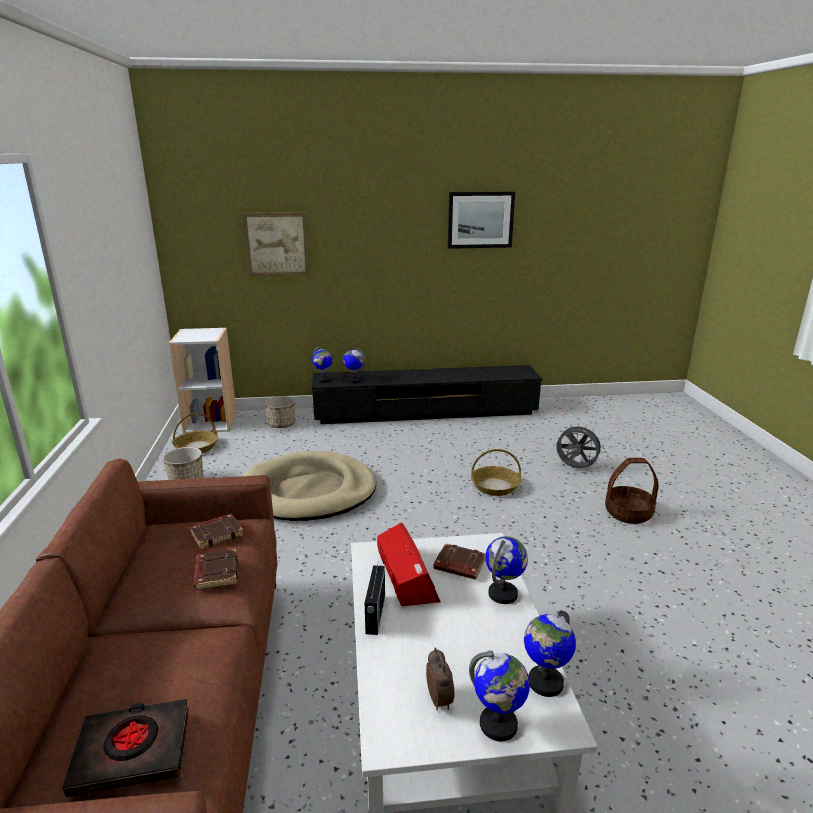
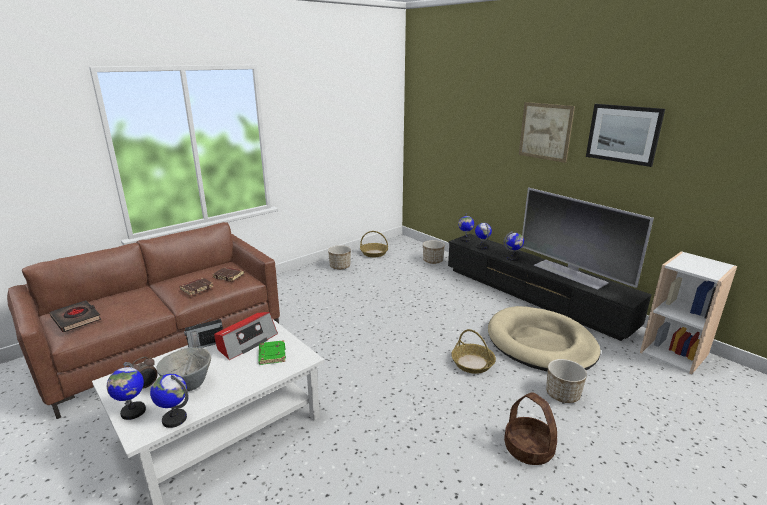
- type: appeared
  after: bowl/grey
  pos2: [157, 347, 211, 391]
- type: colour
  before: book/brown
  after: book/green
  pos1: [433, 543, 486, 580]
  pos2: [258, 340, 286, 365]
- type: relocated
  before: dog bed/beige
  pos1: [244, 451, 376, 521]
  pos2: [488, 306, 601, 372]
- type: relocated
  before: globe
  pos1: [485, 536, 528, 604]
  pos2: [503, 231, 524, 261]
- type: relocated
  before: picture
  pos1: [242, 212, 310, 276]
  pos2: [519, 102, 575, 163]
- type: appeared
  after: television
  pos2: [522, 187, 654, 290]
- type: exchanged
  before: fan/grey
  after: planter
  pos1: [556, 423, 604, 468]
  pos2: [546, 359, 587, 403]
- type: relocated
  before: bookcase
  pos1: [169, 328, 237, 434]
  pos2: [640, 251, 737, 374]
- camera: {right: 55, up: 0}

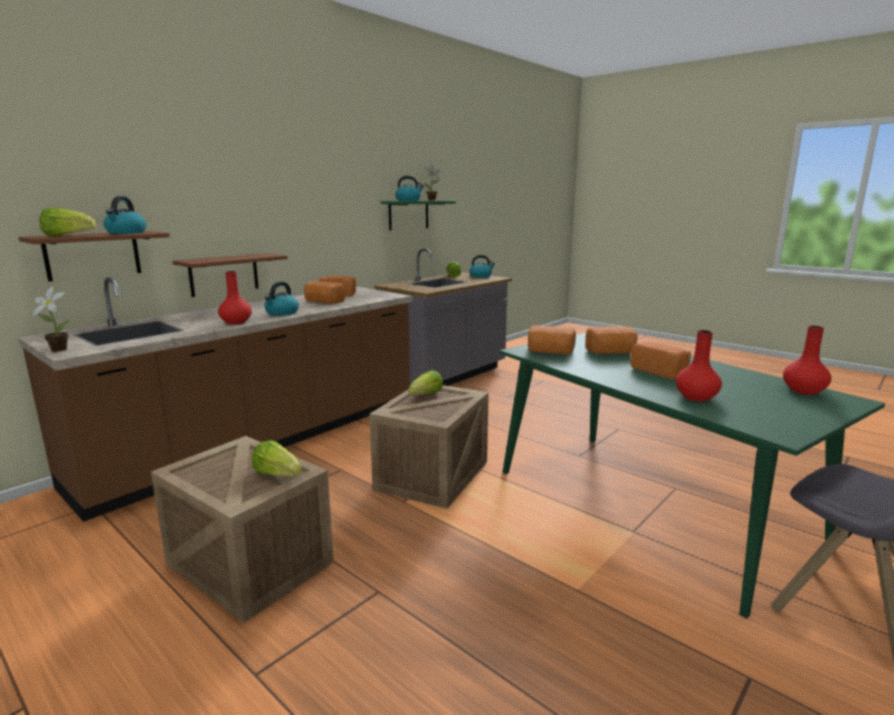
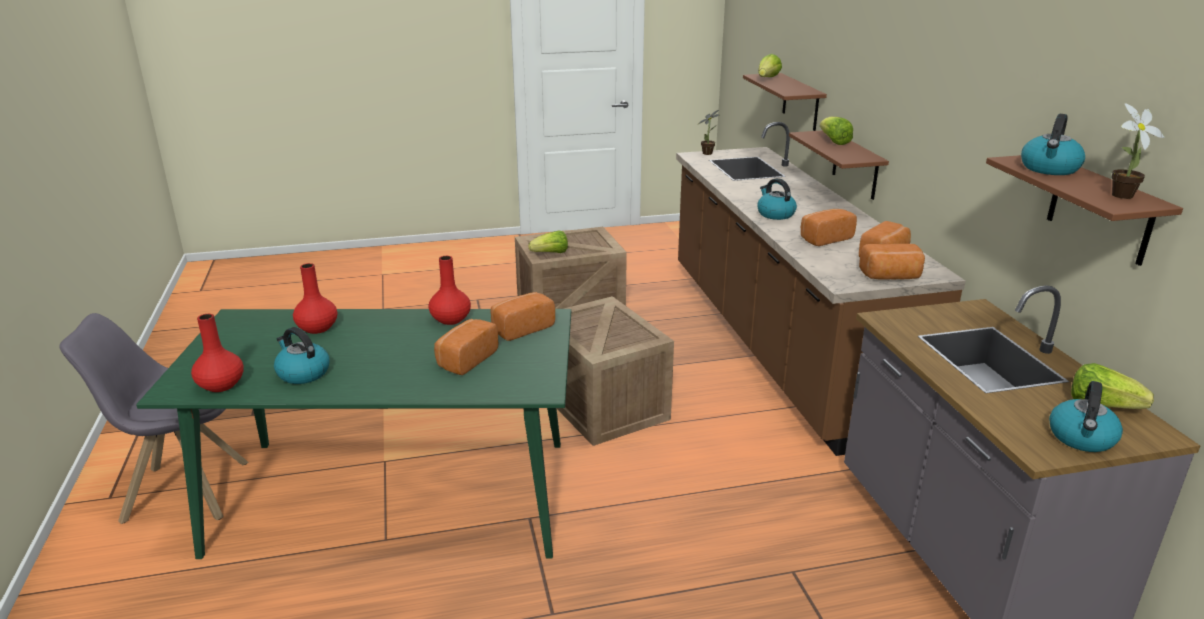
- type: relocated
  before: kettle
  pos1: [103, 196, 147, 234]
  pos2: [274, 327, 330, 384]
- type: relocated
  before: vase/red
  pos1: [218, 271, 252, 325]
  pos2: [429, 256, 471, 325]
- type: relocated
  before: lettuce
  pos1: [408, 370, 443, 396]
  pos2: [820, 117, 853, 145]
- type: relocated
  before: bread
  pos1: [630, 341, 691, 379]
  pos2: [859, 244, 925, 280]
- type: colour
  before: shelf/green
  after: shelf/brown
  pos1: [381, 201, 456, 230]
  pos2: [986, 155, 1183, 266]
- camera: {right: 125, up: 10}

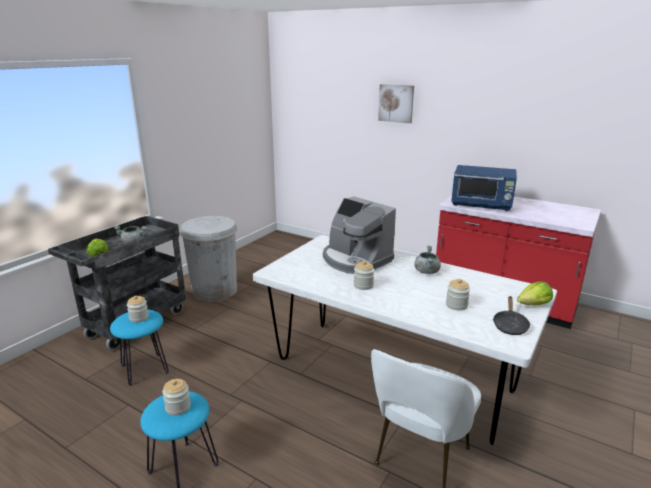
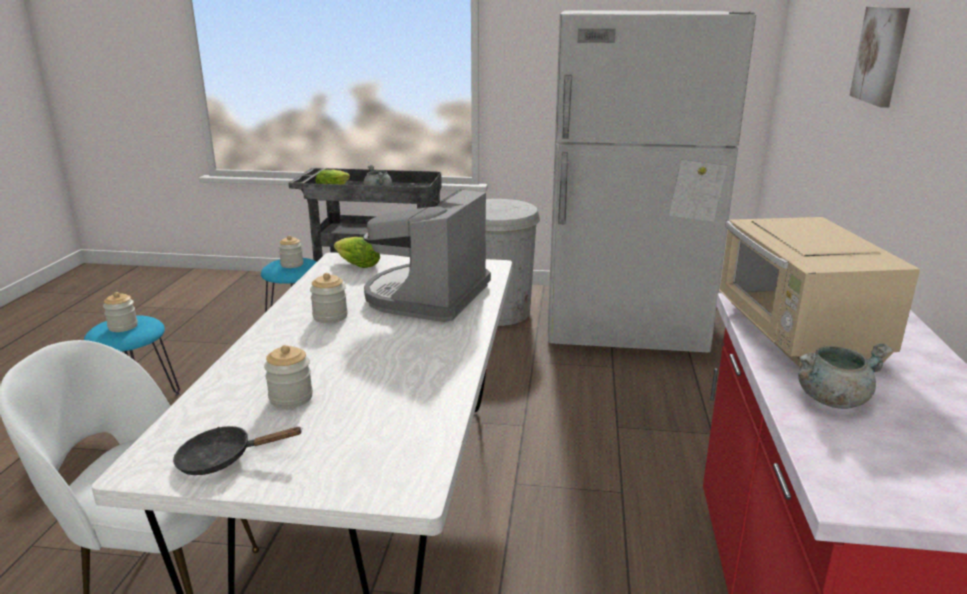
- type: relocated
  before: lettuce
  pos1: [517, 282, 553, 305]
  pos2: [334, 237, 380, 268]
- type: appeared
  after: fridge/white
  pos2: [548, 10, 756, 352]
- type: colour
  before: microwave/blue
  after: microwave/beige
  pos1: [451, 165, 517, 211]
  pos2: [719, 217, 920, 368]
- type: relocated
  before: cooking pot/grey
  pos1: [414, 246, 441, 274]
  pos2: [798, 343, 892, 409]
- camera: {right: 65, up: 0}

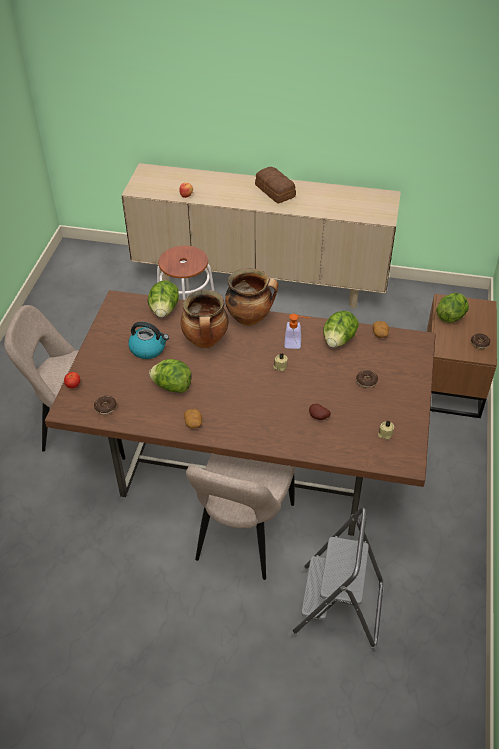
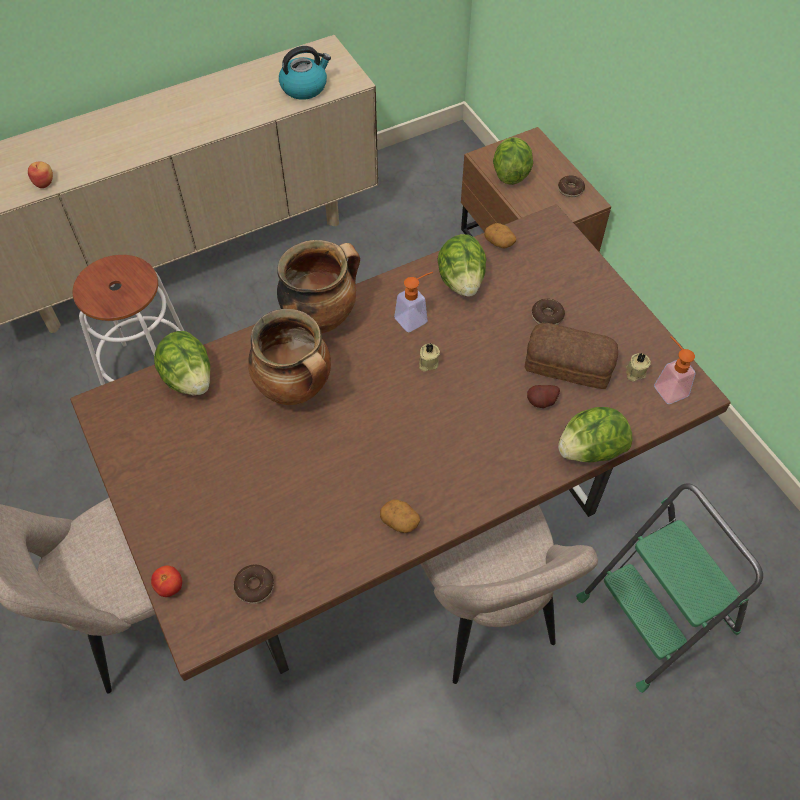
- type: relocated
  before: kettle
  pos1: [128, 322, 169, 359]
  pos2: [279, 46, 331, 100]
- type: relocated
  before: bread
  pos1: [255, 167, 296, 204]
  pos2: [525, 323, 618, 389]
- type: relocated
  before: lettuce
  pos1: [149, 359, 192, 393]
  pos2: [558, 407, 633, 462]
- type: colour
  before: step ladder/grey
  after: step ladder/green
  pos1: [287, 507, 384, 652]
  pos2: [576, 483, 763, 693]
- type: appeared
  after: soap dispenser
  pos2: [654, 336, 695, 404]
- camera: {right: -40, up: 10}

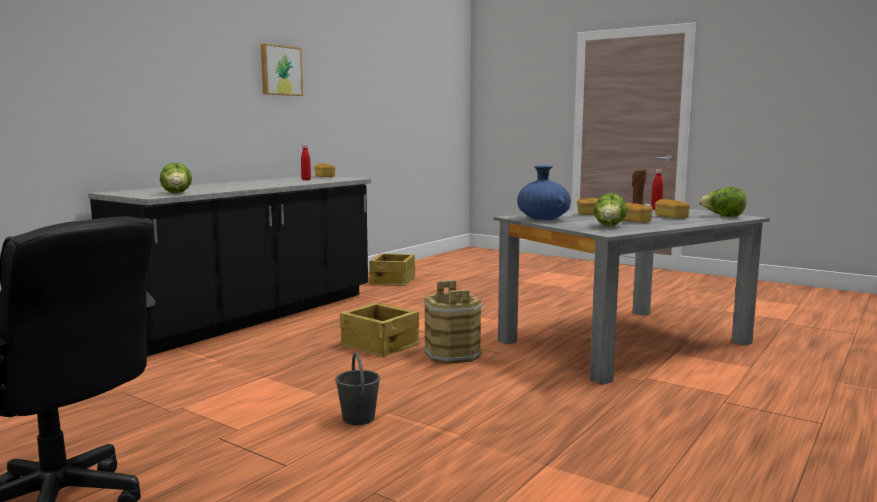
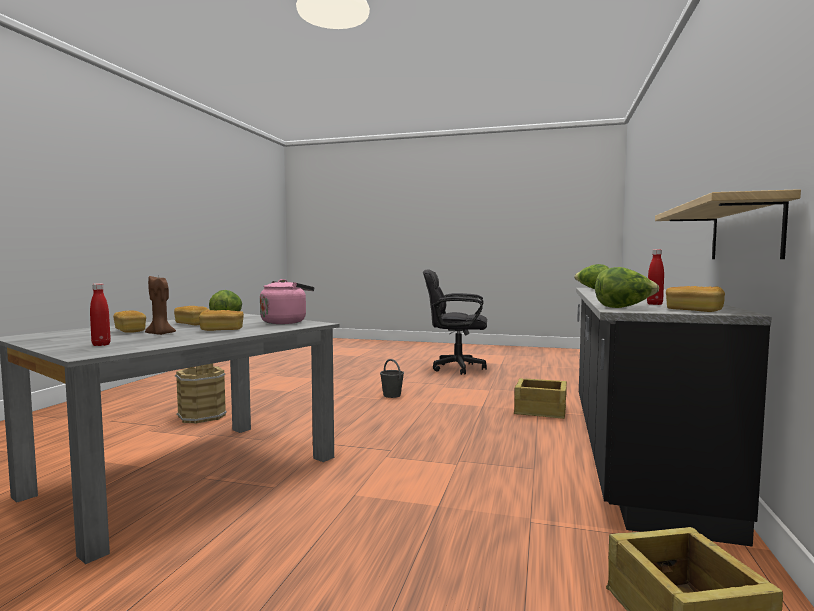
- type: relocated
  before: bucket/brown
  pos1: [424, 280, 483, 364]
  pos2: [175, 363, 226, 424]
- type: exchanged
  before: vase/blue
  after: kettle/pink
  pos1: [517, 165, 571, 220]
  pos2: [260, 279, 314, 324]
- type: relocated
  before: crate
  pos1: [340, 303, 420, 357]
  pos2: [514, 378, 567, 419]
- type: relocated
  before: lettuce
  pos1: [698, 187, 746, 217]
  pos2: [595, 267, 659, 308]
- type: appeared
  after: shelf
  pos2: [655, 189, 801, 259]
- type: missing
  before: picture
  pos1: [261, 43, 303, 96]
- camera: {right: 160, up: -5}

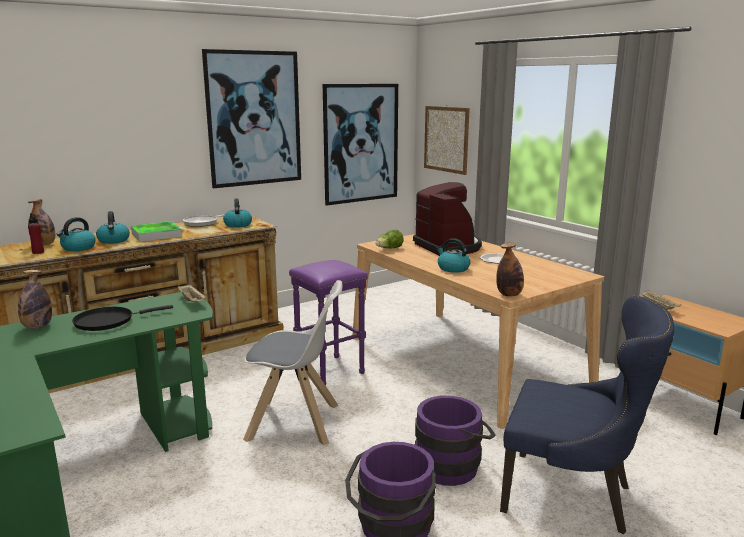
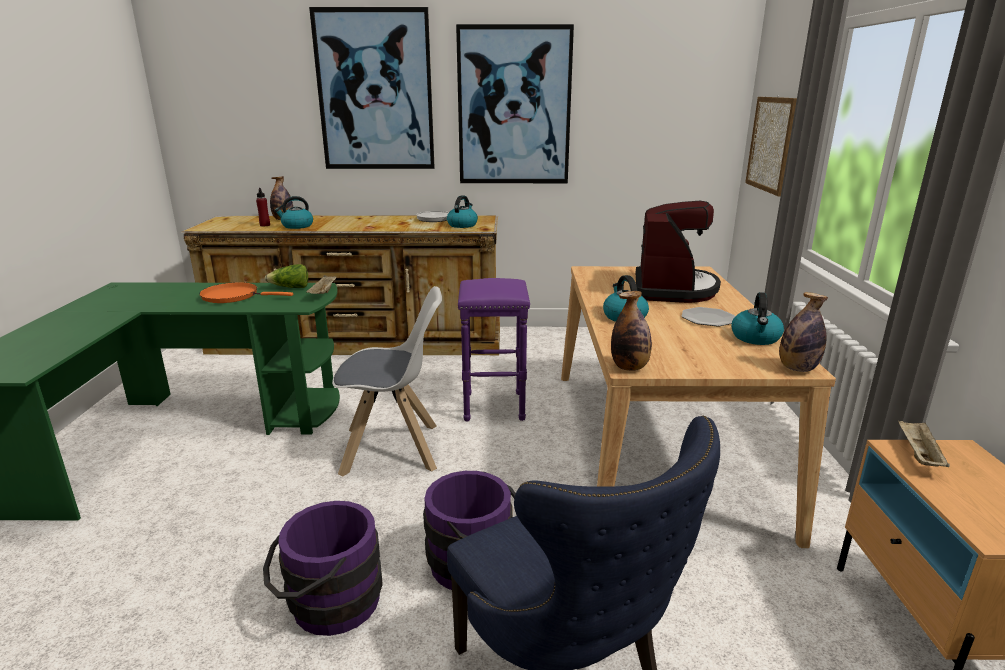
- type: colour
  before: frying pan/black
  after: frying pan/orange
  pos1: [72, 305, 173, 331]
  pos2: [199, 282, 293, 303]
- type: relocated
  before: lettuce
  pos1: [375, 229, 404, 248]
  pos2: [265, 264, 308, 288]
- type: relocated
  before: picture
  pos1: [323, 84, 398, 205]
  pos2: [309, 7, 435, 169]
- type: spun
  before: chair
  pos1: [243, 280, 342, 445]
  pos2: [332, 286, 442, 476]
  turn: -45
- type: relocated
  before: kettle
  pos1: [96, 211, 130, 244]
  pos2: [731, 292, 784, 345]
- type: relocated
  before: bottle
  pos1: [18, 270, 52, 329]
  pos2: [779, 292, 828, 372]
- type: missing
  before: tray
  pos1: [131, 221, 182, 242]
- camera: {right: 35, up: 5}

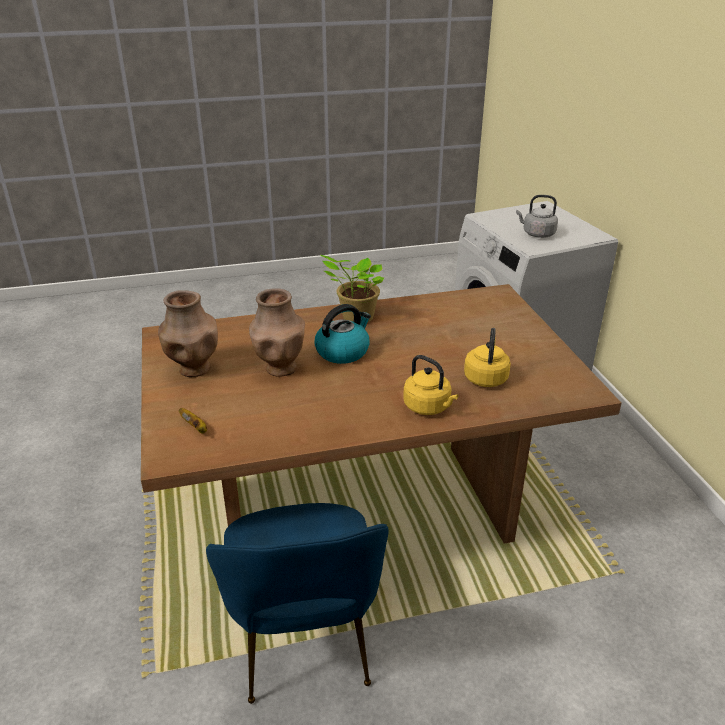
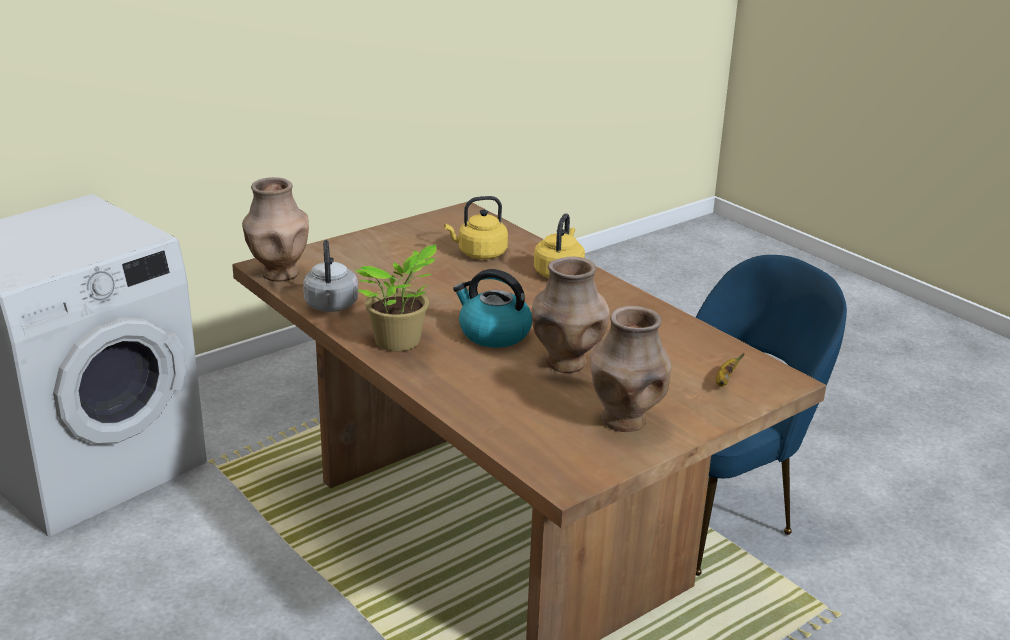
- type: appeared
  after: vase/brown
  pos2: [242, 177, 309, 282]
- type: relocated
  before: kettle/grey
  pos1: [516, 195, 558, 238]
  pos2: [303, 240, 358, 312]
- camera: {right: -115, up: -5}

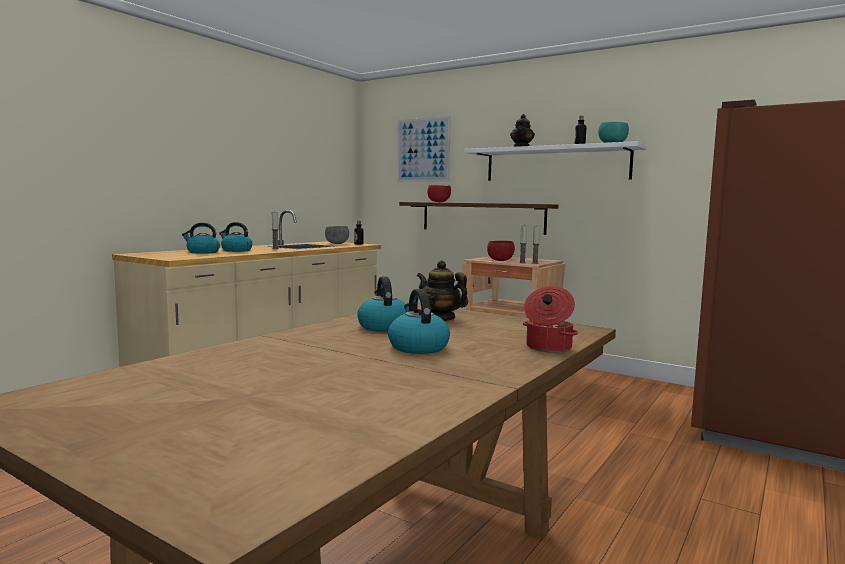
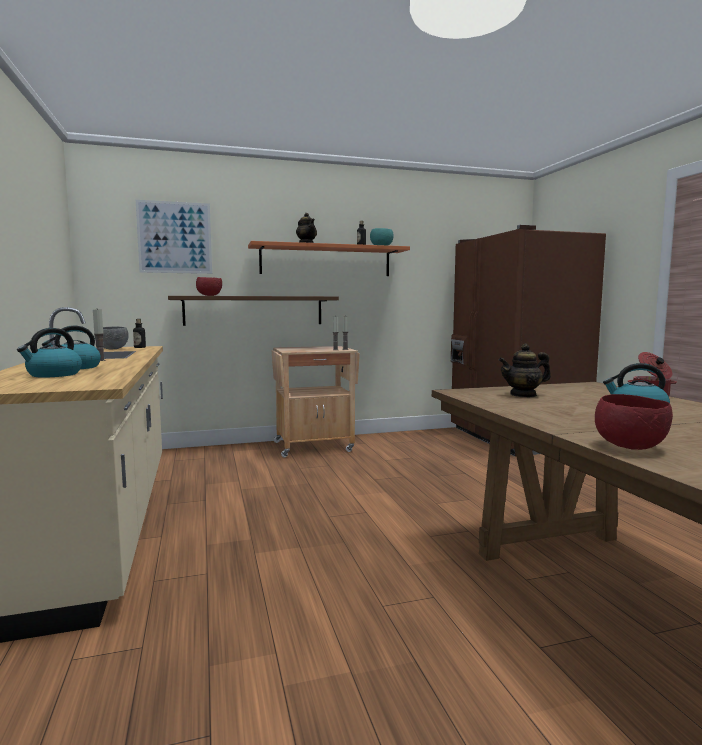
- type: colour
  before: shelf/white
  after: shelf/orange
  pos1: [464, 141, 647, 181]
  pos2: [248, 241, 410, 276]
- type: relocated
  before: bowl/red
  pos1: [487, 241, 515, 261]
  pos2: [595, 394, 673, 450]
- type: missing
  before: kettle
  pos1: [357, 277, 406, 332]
- camera: {right: -50, up: 0}

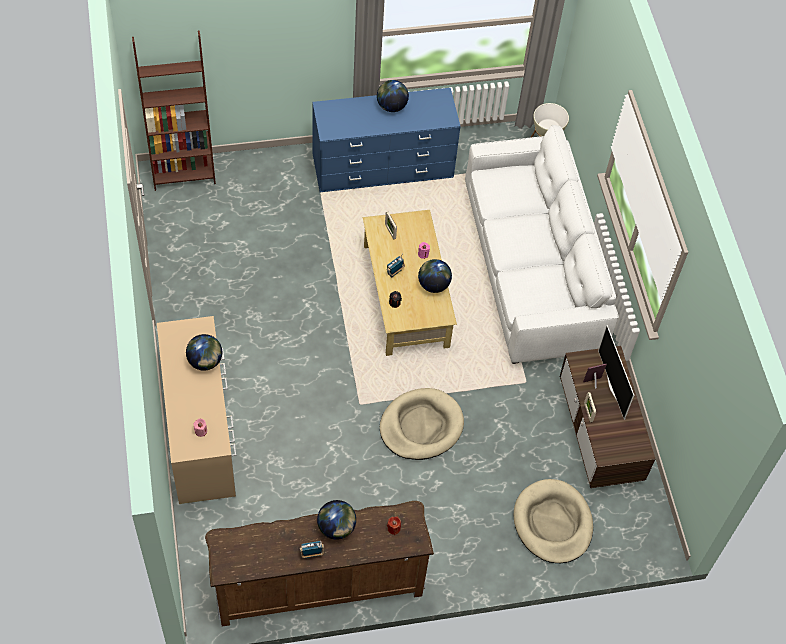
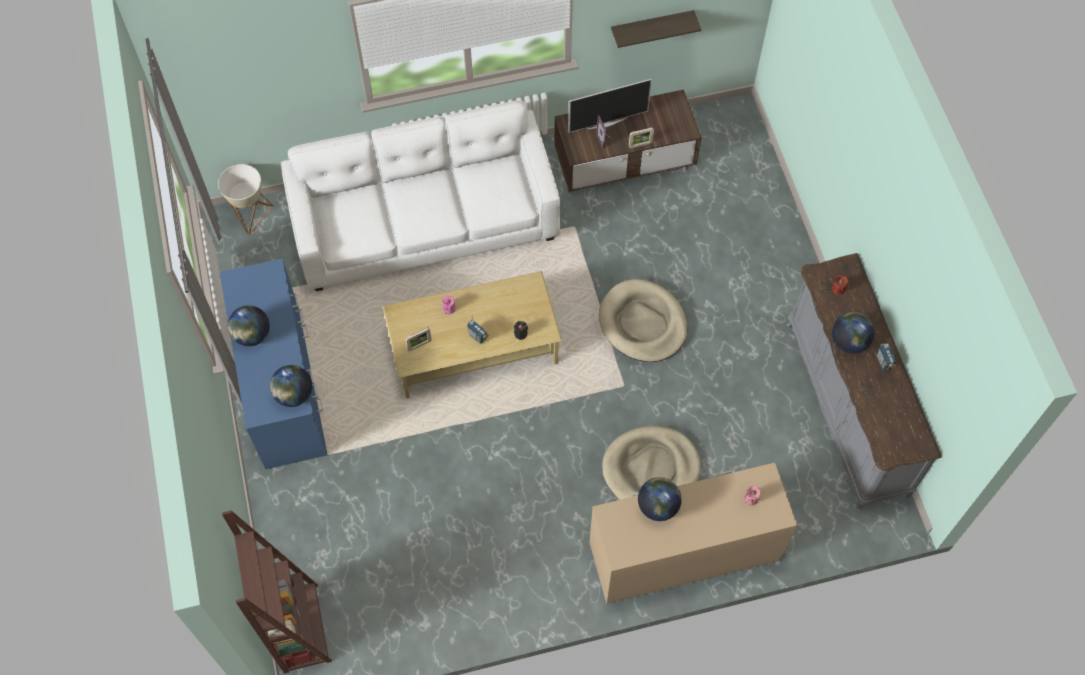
- type: relocated
  before: globe
  pos1: [418, 259, 452, 293]
  pos2: [270, 365, 312, 407]
- type: relocated
  before: dog bed/beige
  pos1: [513, 479, 593, 563]
  pos2: [602, 426, 701, 500]
- type: appeared
  after: shelf
  pos2: [611, 10, 701, 48]
- camera: {right: -90, up: 5}

